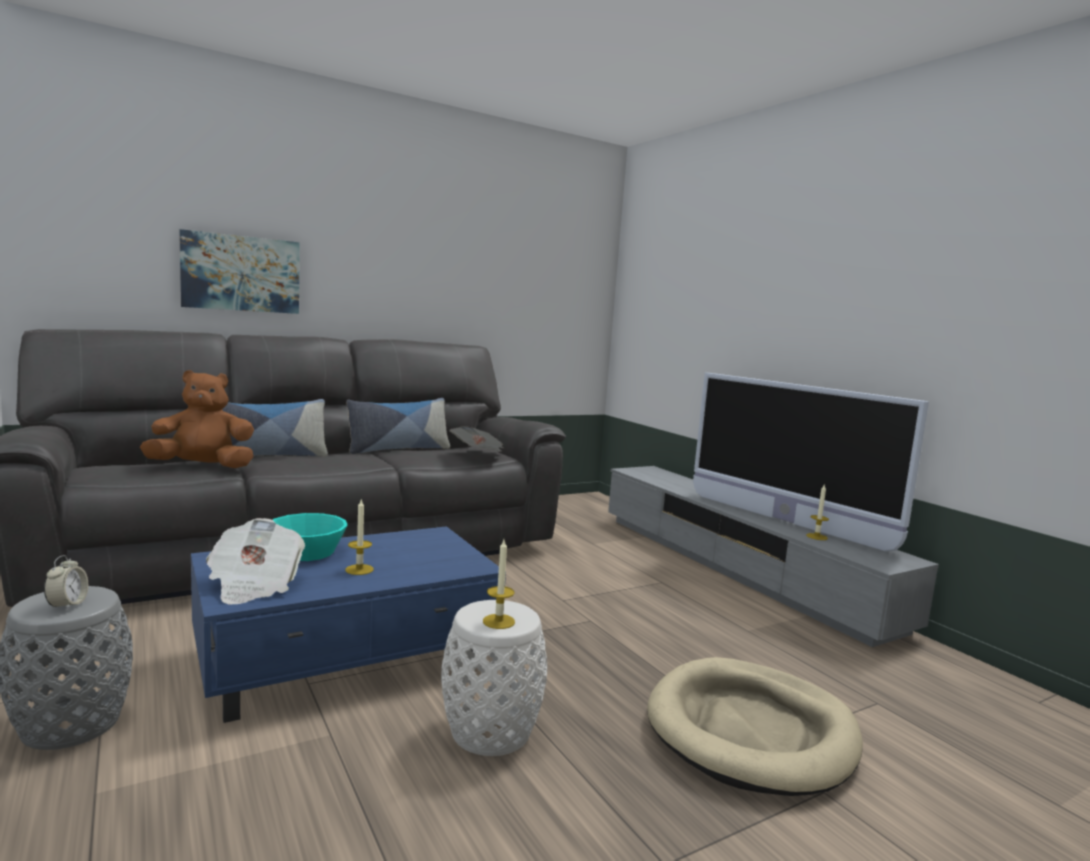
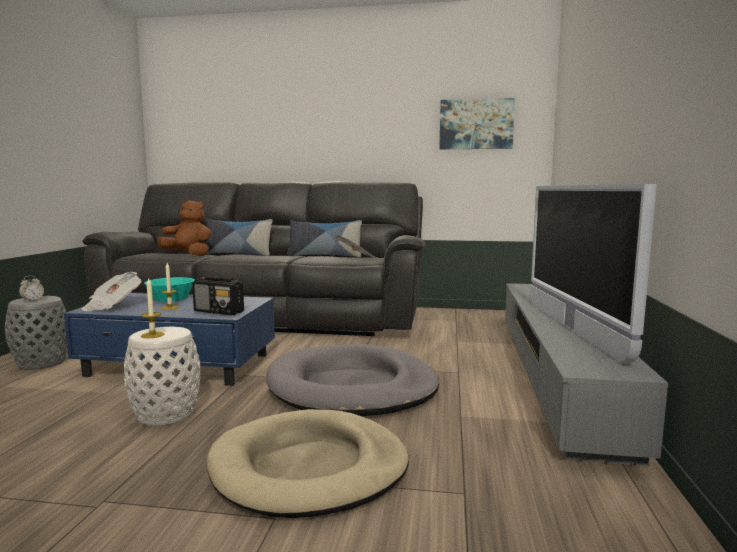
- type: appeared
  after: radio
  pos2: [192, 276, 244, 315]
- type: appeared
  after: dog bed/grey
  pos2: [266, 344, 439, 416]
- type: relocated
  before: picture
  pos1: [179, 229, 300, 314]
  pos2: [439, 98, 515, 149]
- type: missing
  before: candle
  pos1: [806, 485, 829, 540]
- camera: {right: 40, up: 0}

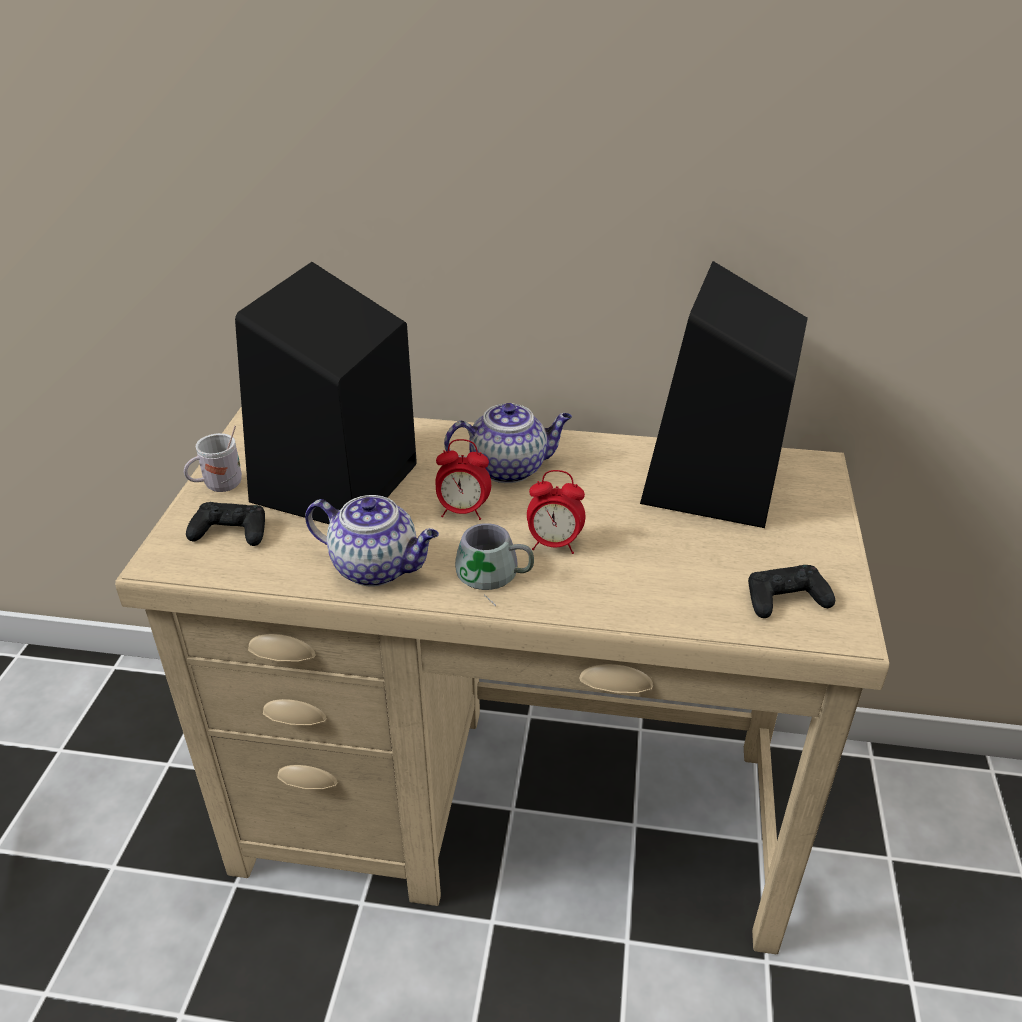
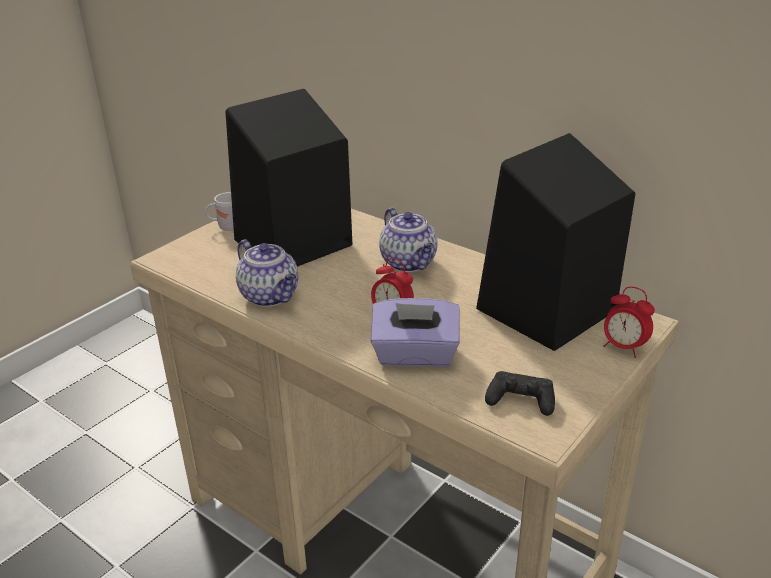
- type: appeared
  after: tissue box/purple
  pos2: [371, 298, 460, 367]
- type: spun
  before: teapot
  pos1: [444, 403, 572, 483]
  pos2: [379, 208, 437, 272]
  turn: 45
- type: relocated
  before: alarm clock
  pos1: [435, 439, 491, 520]
  pos2: [604, 286, 655, 358]
- type: missing
  before: game controller/black
  pos1: [186, 502, 265, 546]
- type: missing
  before: mug/grey
  pos1: [455, 523, 534, 606]
- camera: {right: 30, up: -5}

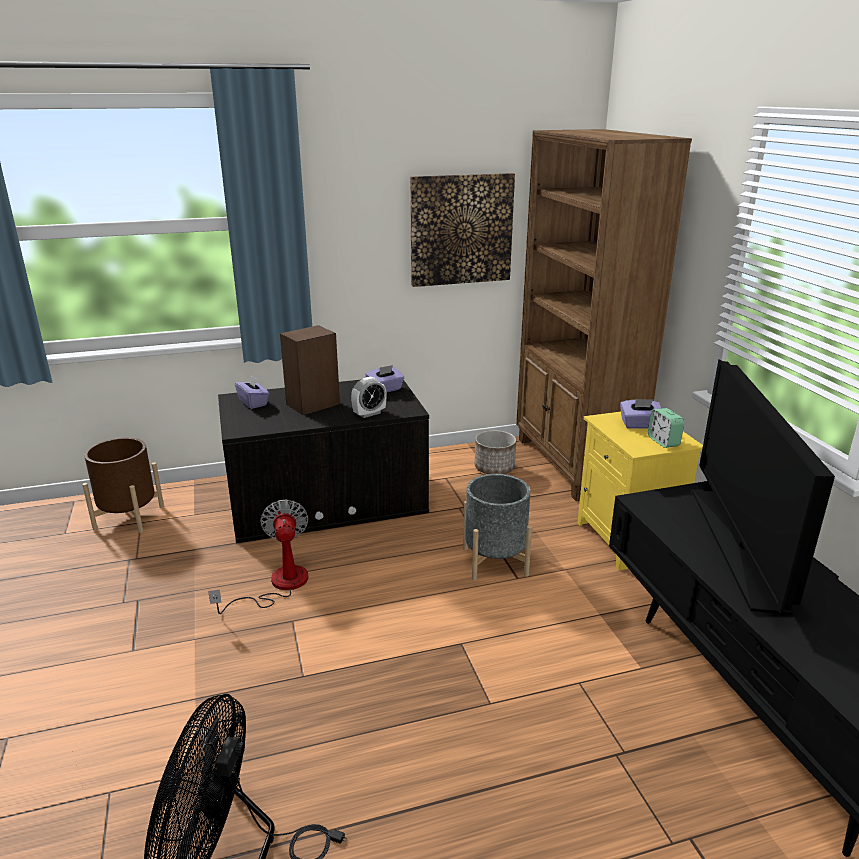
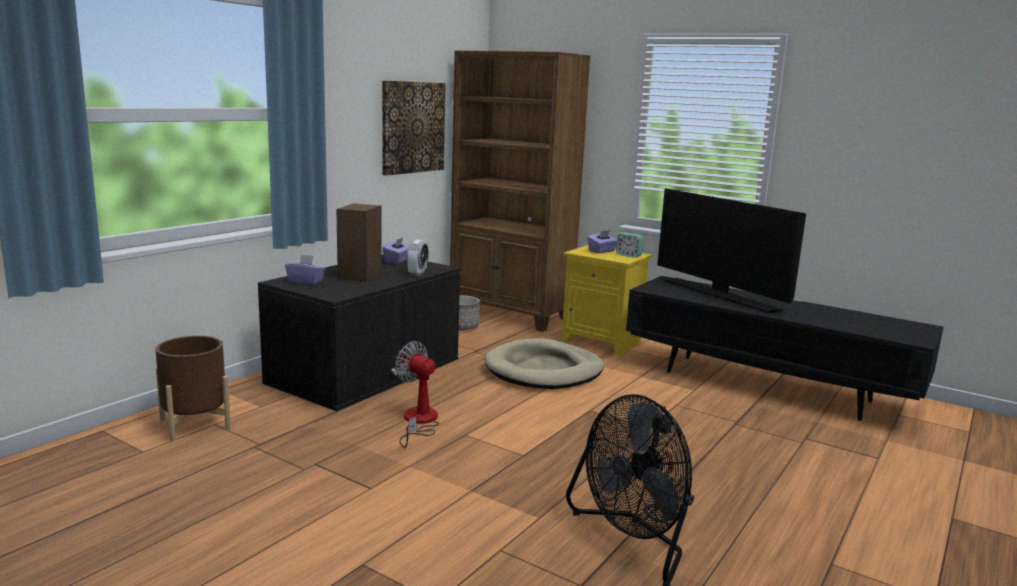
- type: exchanged
  before: planter/grey
  after: dog bed/beige
  pos1: [463, 474, 532, 581]
  pos2: [484, 338, 604, 389]
- camera: {right: -40, up: -10}

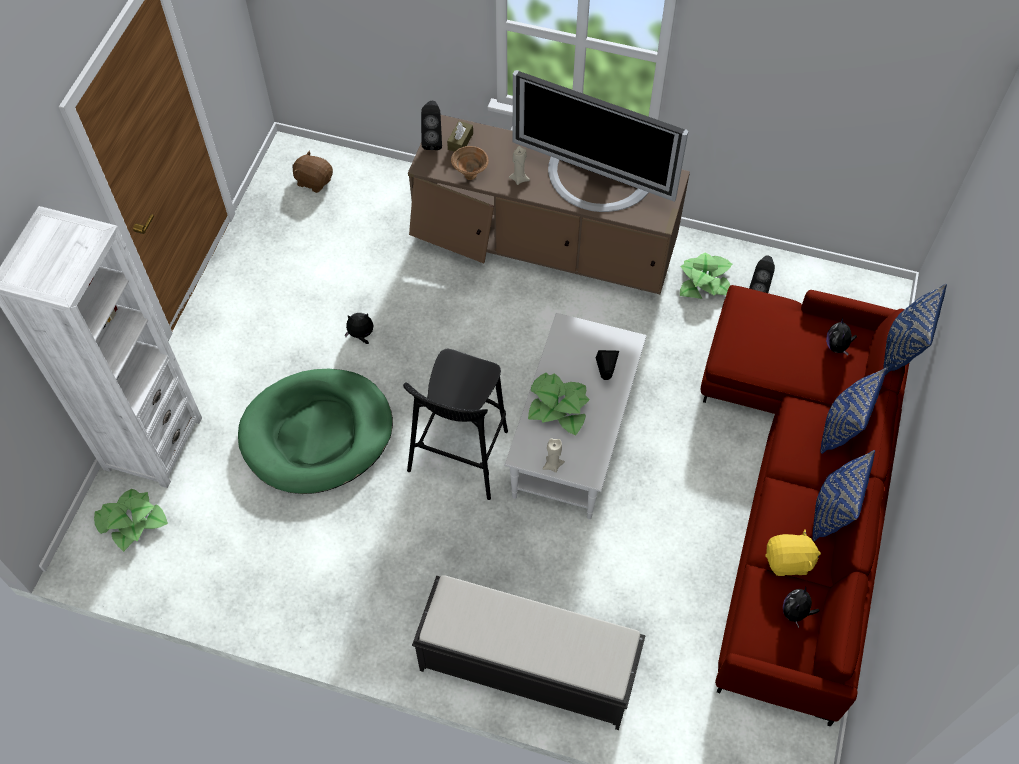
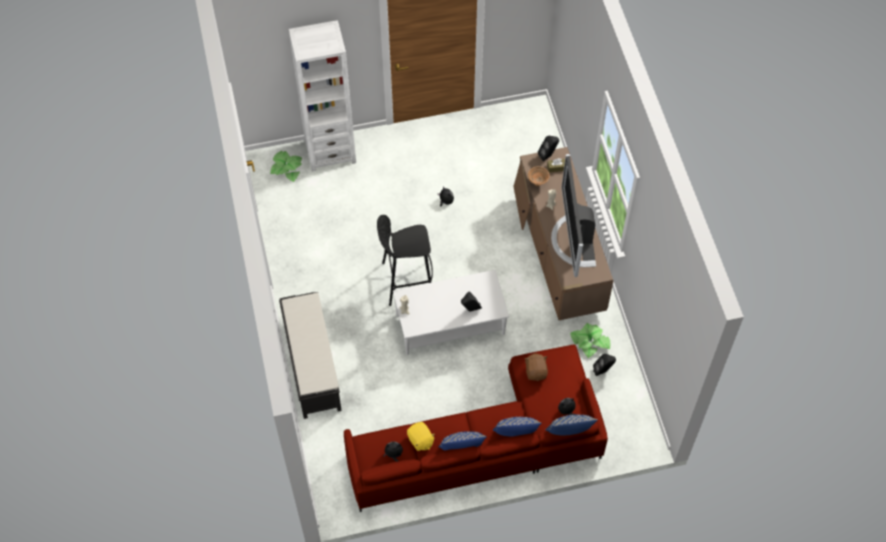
- type: relocated
  before: plush toy/brown
  pos1: [292, 151, 333, 193]
  pos2: [524, 353, 548, 381]
- type: missing
  before: dog bed/green
  pos1: [238, 369, 393, 494]
- type: missing
  before: potted plant
  pos1: [528, 373, 590, 436]
- camera: {right: 60, up: 0}

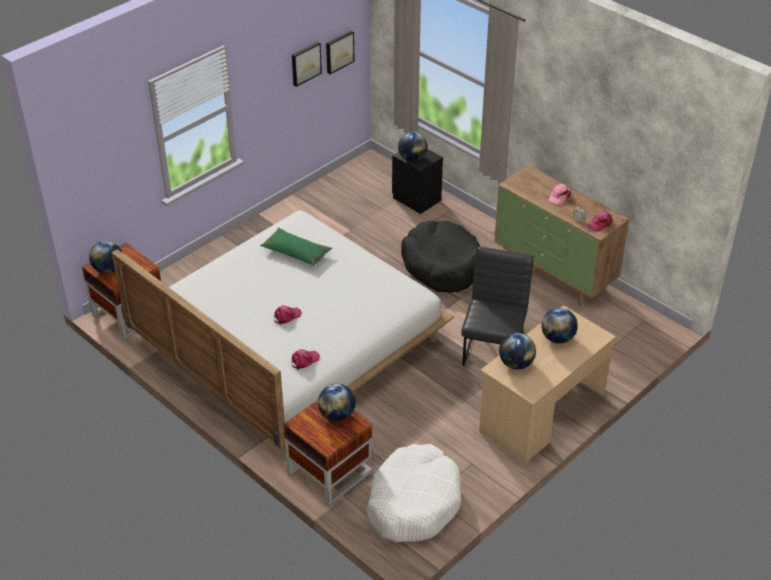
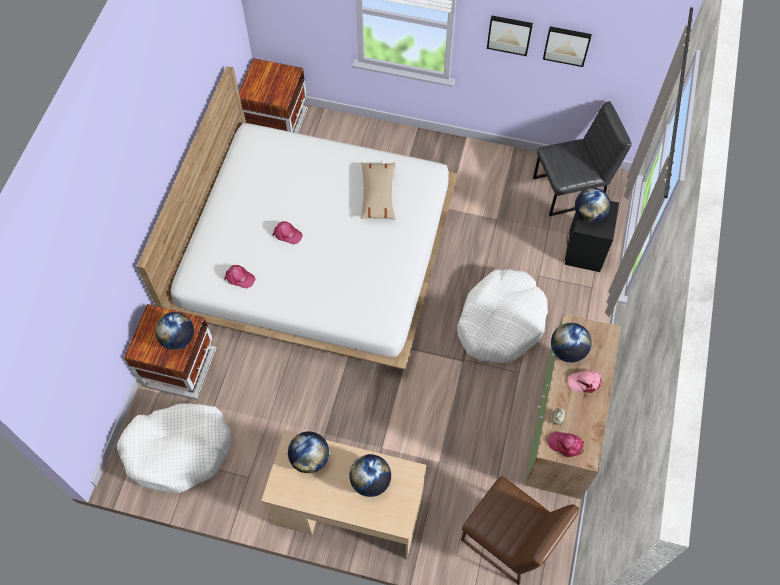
- type: colour
  before: pillow/green
  after: pillow/beige
  pos1: [260, 228, 332, 266]
  pos2: [360, 162, 396, 220]
- type: colour
  before: dog bed/black
  after: dog bed/white
  pos1: [401, 220, 481, 292]
  pos2: [457, 269, 548, 363]
- type: appeared
  after: chair/brown
  pos2: [461, 476, 579, 585]
- type: relocated
  before: picture
  pos1: [326, 31, 355, 74]
  pos2: [487, 16, 533, 56]
- type: relocated
  before: chair/grey
  pos1: [461, 247, 534, 366]
  pos2: [533, 101, 632, 216]
- type: relocated
  before: globe
  pos1: [89, 241, 122, 274]
  pos2: [551, 323, 592, 363]
- camera: {right: 60, up: 20}

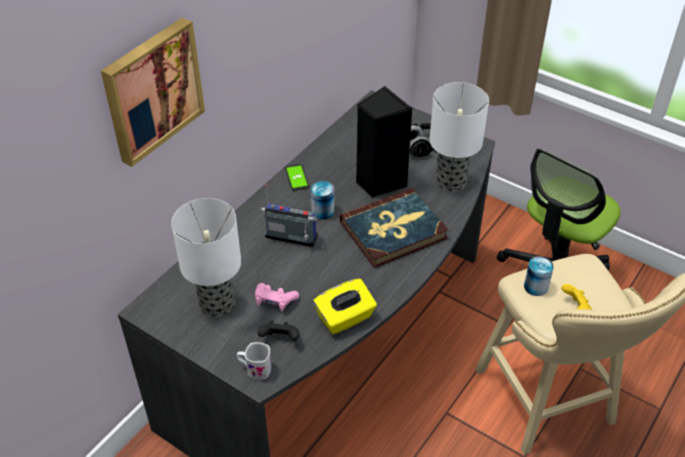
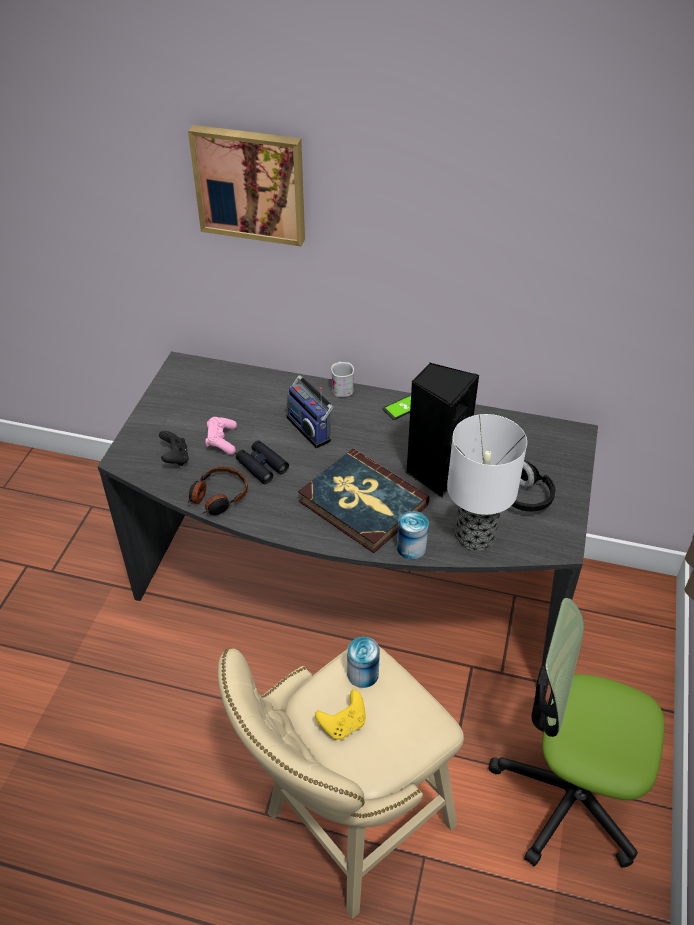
- type: exchanged
  before: tissue box/yellow
  after: headphones
  pos1: [313, 279, 377, 334]
  pos2: [188, 467, 248, 515]
- type: appeared
  after: binoculars/black
  pos2: [236, 441, 289, 484]
- type: spun
  before: radio
  pos1: [261, 184, 318, 247]
  pos2: [286, 375, 334, 448]
  turn: 150
- type: relocated
  before: mug/white
  pos1: [237, 342, 271, 380]
  pos2: [331, 362, 354, 397]
- type: relocated
  before: can
  pos1: [311, 181, 334, 220]
  pos2: [397, 511, 429, 560]
- type: missing
  before: table lamp
  pos1: [171, 198, 241, 317]
- camera: {right: 70, up: 0}

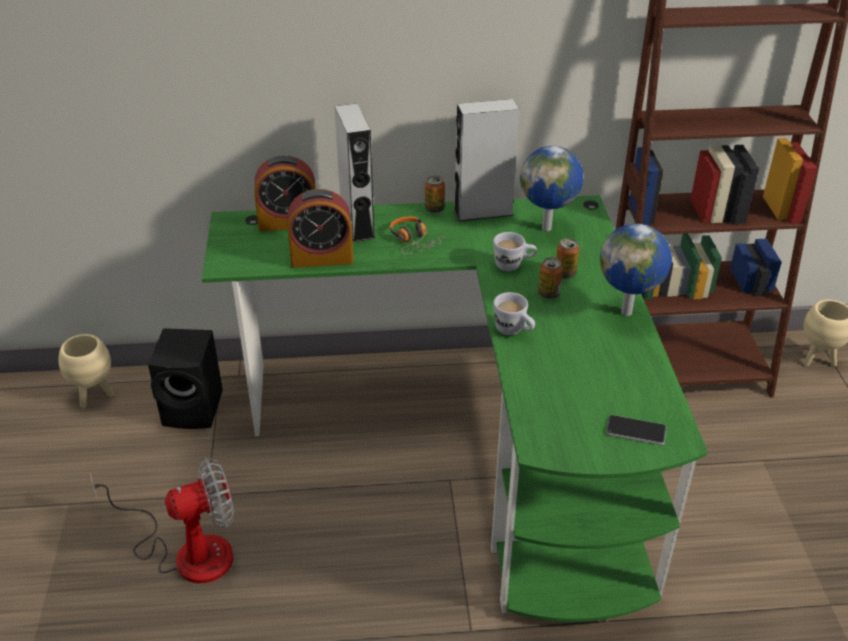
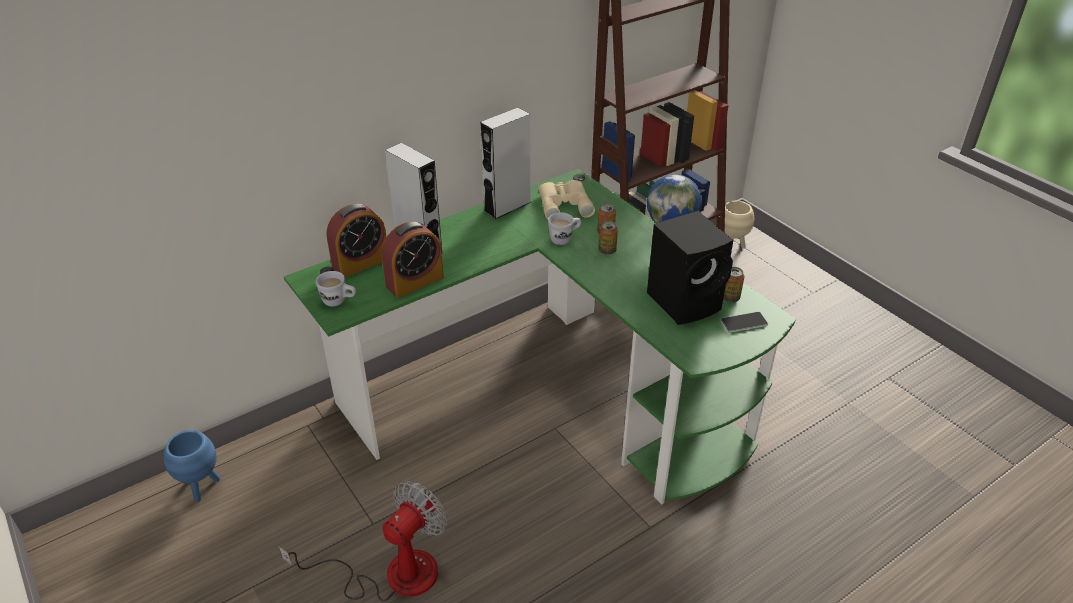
- type: colour
  before: planter/beige
  after: planter/blue
  pos1: [58, 334, 114, 408]
  pos2: [164, 430, 220, 502]
- type: relocated
  before: mug/white
  pos1: [493, 292, 535, 335]
  pos2: [316, 271, 356, 306]
- type: exchanged
  before: globe
  after: binoculars/beige
  pos1: [520, 146, 583, 231]
  pos2: [539, 180, 595, 220]
- type: relocated
  before: speaker/black
  pos1: [148, 328, 223, 429]
  pos2: [647, 211, 733, 325]
- type: relocated
  before: can
  pos1: [425, 176, 445, 213]
  pos2: [723, 267, 744, 302]
- type: missing
  before: headphones
  pos1: [390, 217, 444, 254]
- camera: {right: -30, up: 0}

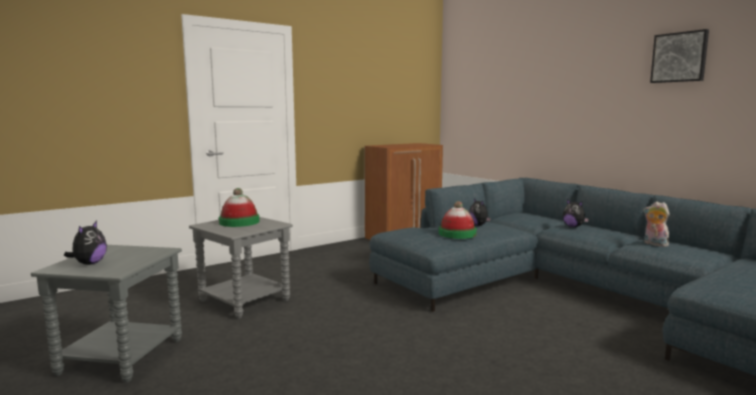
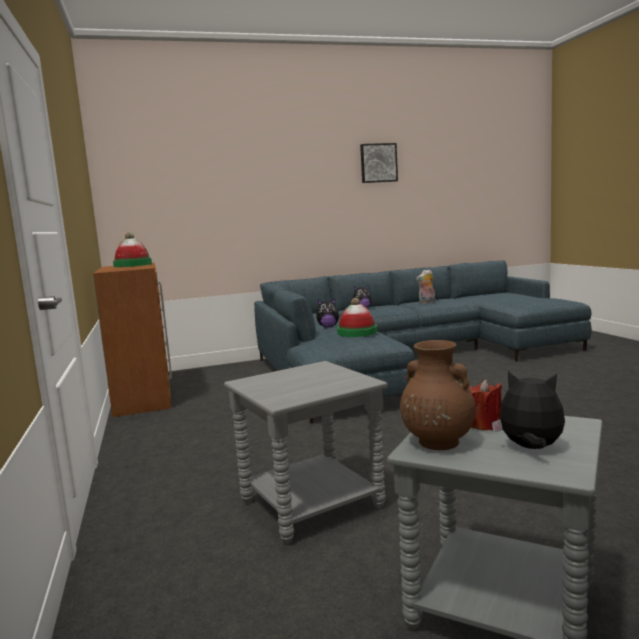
- type: relocated
  before: hat
  pos1: [219, 188, 260, 227]
  pos2: [113, 232, 152, 267]
- type: appeared
  after: vase/brown
  pos2: [400, 340, 476, 450]
- type: appeared
  after: candle/red
  pos2: [469, 379, 502, 430]
- camera: {right: -70, up: 0}

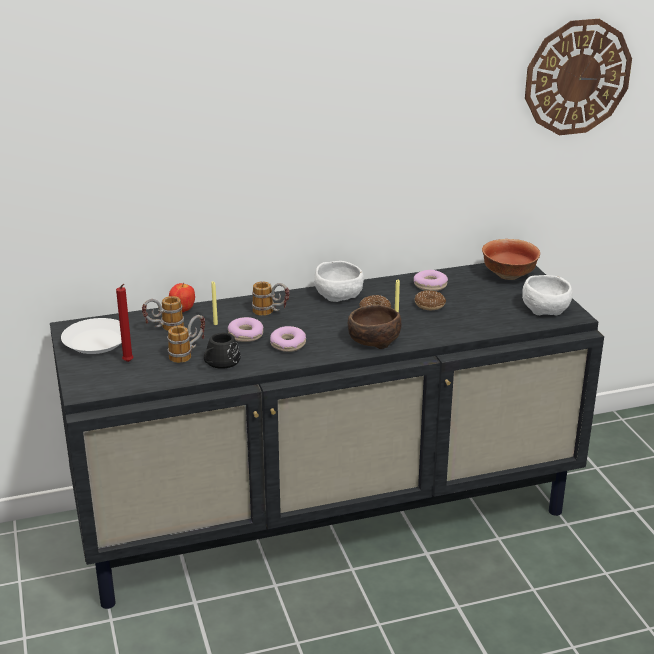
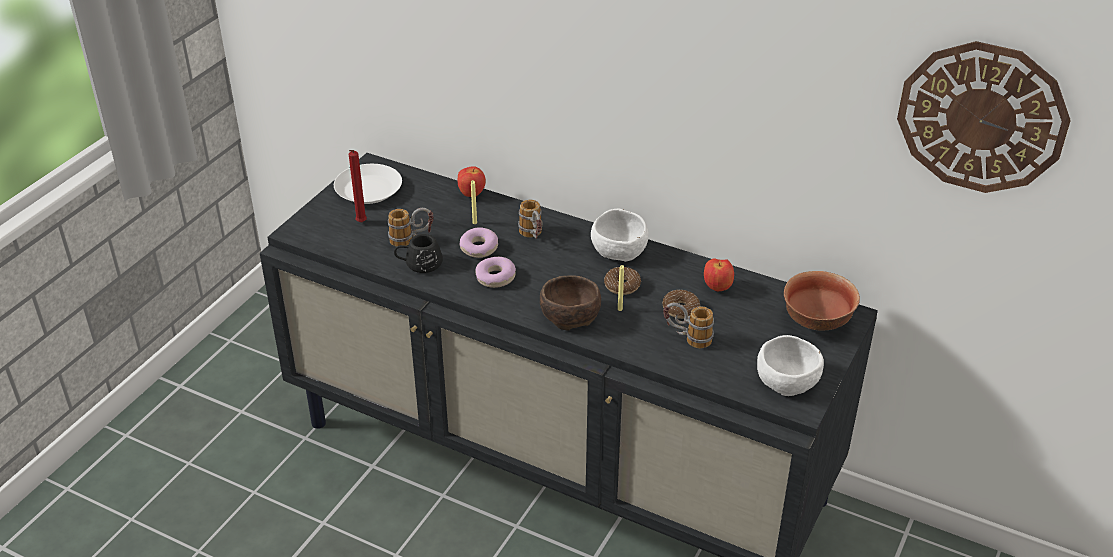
- type: relocated
  before: mug
  pos1: [142, 296, 184, 331]
  pos2: [663, 303, 714, 348]
- type: exchanged
  before: donut
  after: apple
  pos1: [414, 270, 448, 291]
  pos2: [704, 258, 734, 291]
- camera: {right: 45, up: 10}

